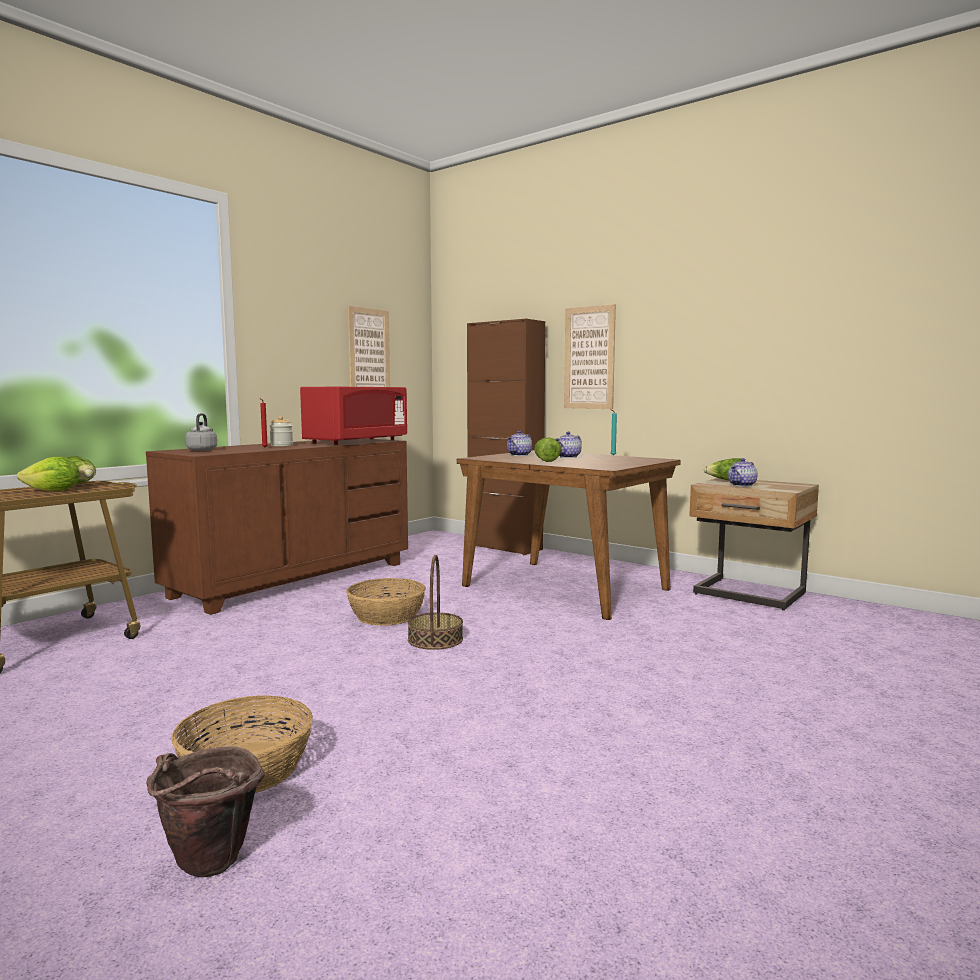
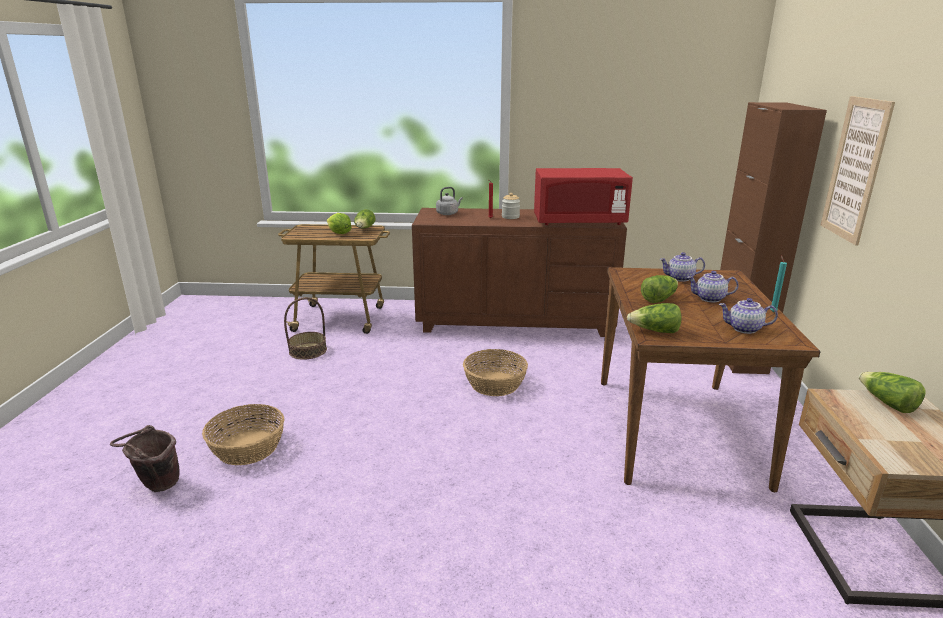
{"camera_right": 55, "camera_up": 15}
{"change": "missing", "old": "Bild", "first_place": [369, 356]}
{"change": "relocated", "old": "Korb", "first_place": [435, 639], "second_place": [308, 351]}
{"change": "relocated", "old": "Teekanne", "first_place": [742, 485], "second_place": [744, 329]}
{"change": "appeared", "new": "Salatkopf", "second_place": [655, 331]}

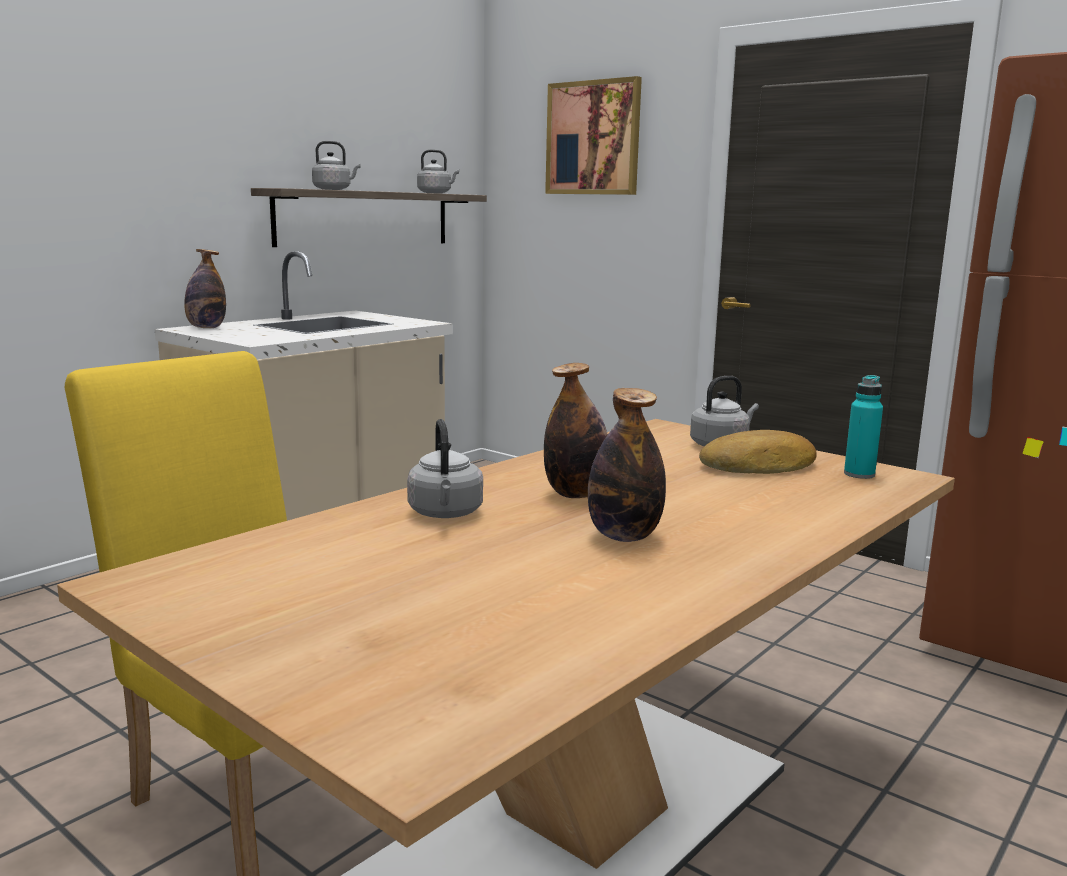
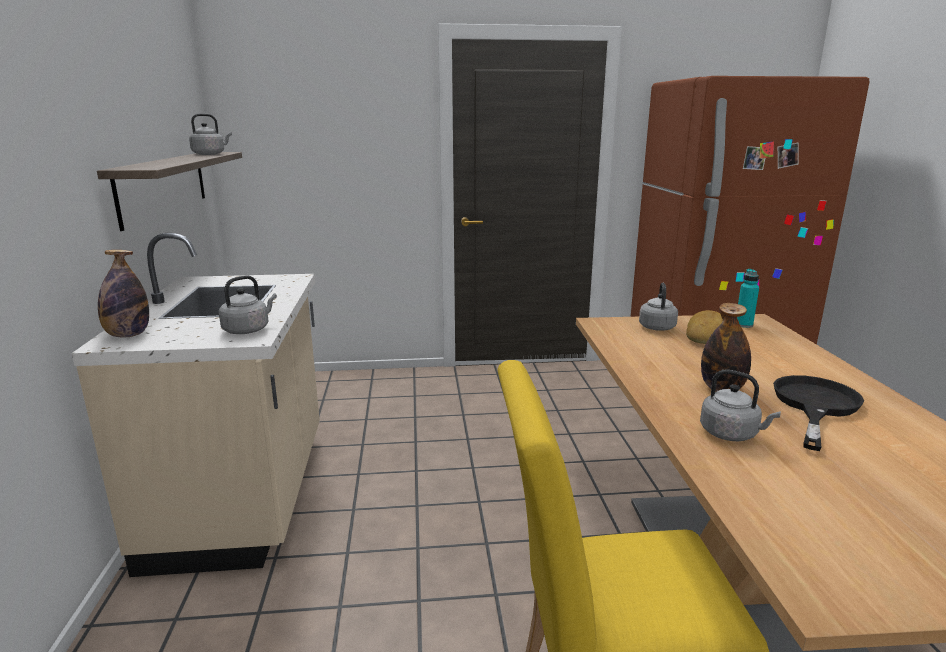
{"camera_right": -45, "camera_up": 5}
{"change": "relocated", "old": "Wasserkessel/grau", "first_place": [334, 189], "second_place": [248, 329]}
{"change": "missing", "old": "Bild", "first_place": [593, 138]}
{"change": "exchanged", "old": "Flasche", "new": "Pfanne/schwarz", "first_place": [624, 536], "second_place": [814, 406]}

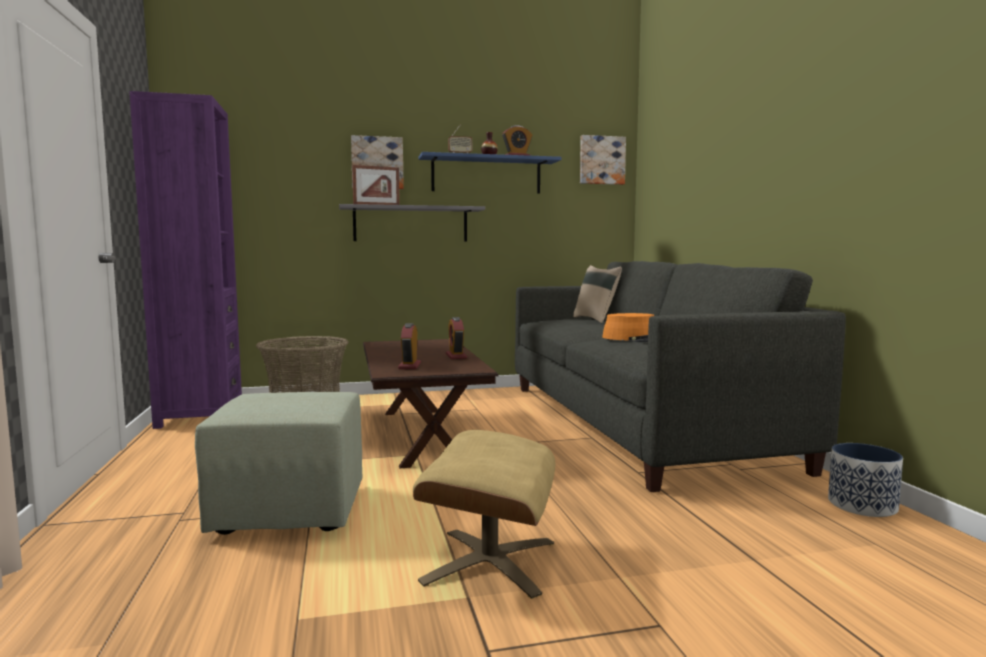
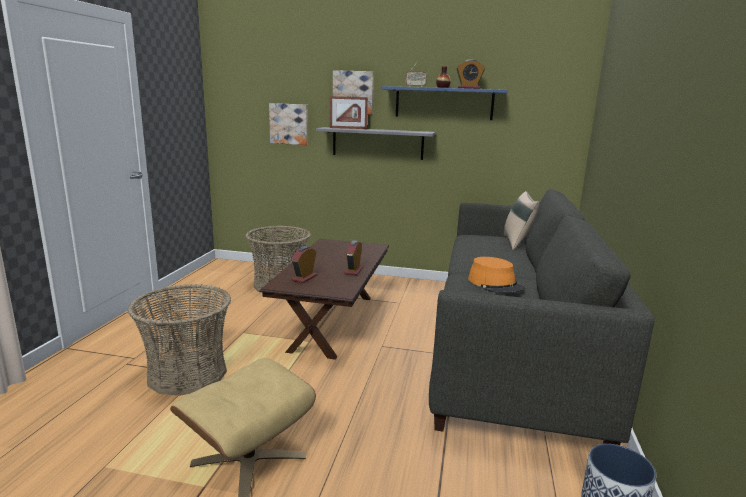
{"camera_right": 25, "camera_up": 10}
{"change": "missing", "old": "Bücherregal/lila", "first_place": [200, 415]}
{"change": "exchanged", "old": "Polsterhocker/grün", "new": "Korb", "first_place": [292, 510], "second_place": [187, 373]}
{"change": "relocated", "old": "Bild", "first_place": [601, 160], "second_place": [289, 124]}

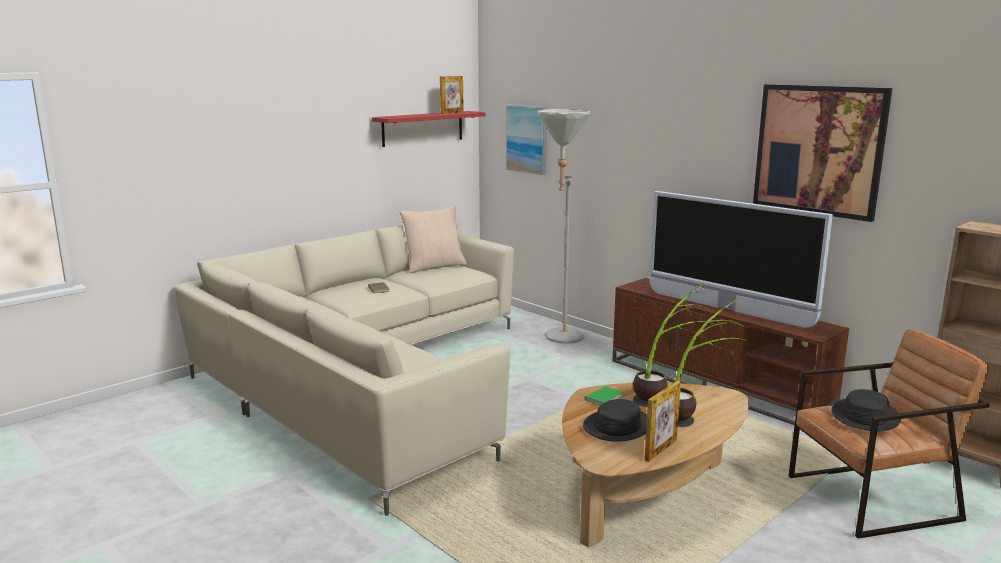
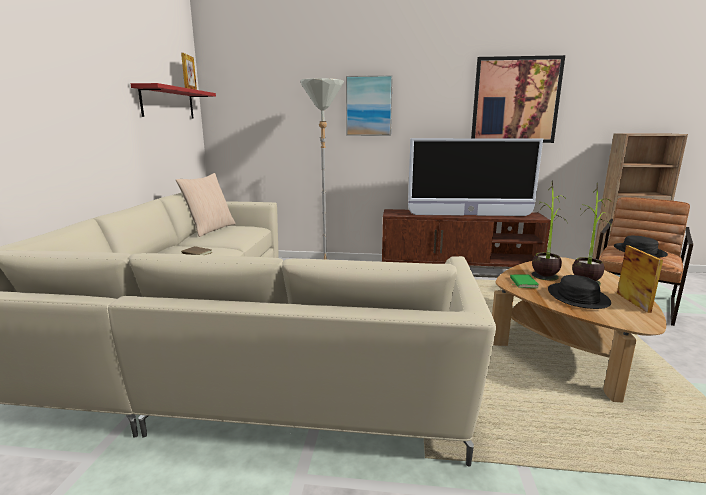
{"camera_right": -40, "camera_up": 0}
{"change": "relocated", "old": "Bild", "first_place": [527, 138], "second_place": [369, 106]}

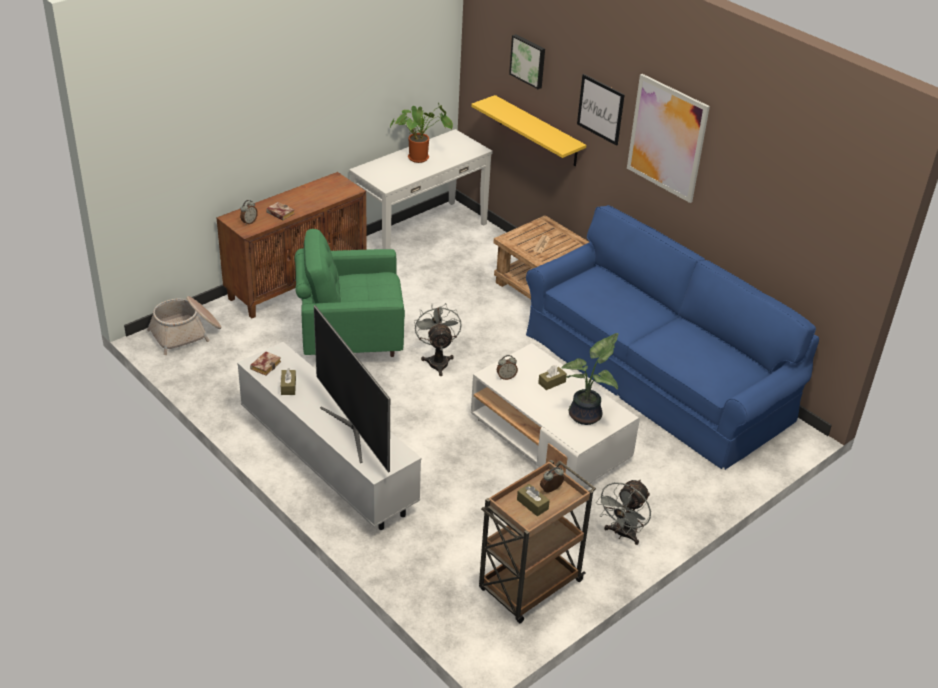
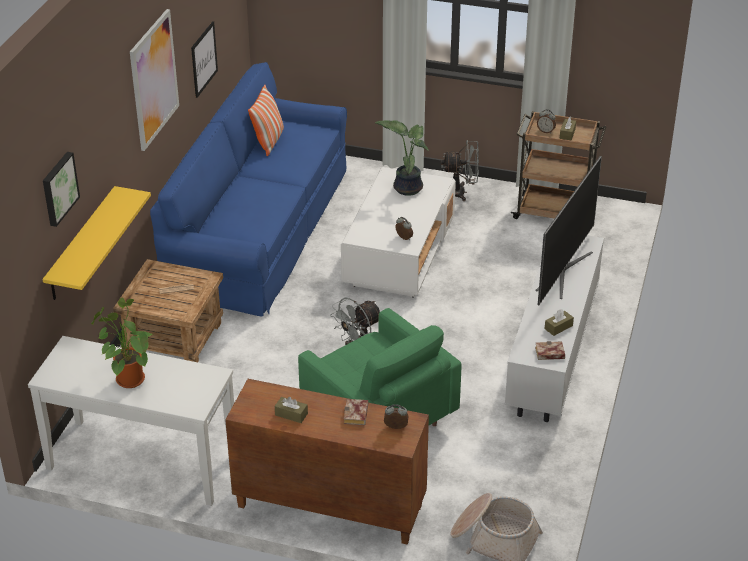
{"camera_right": -120, "camera_up": 0}
{"change": "relocated", "old": "Taschentuchbox/braun", "first_place": [552, 382], "second_place": [291, 414]}
{"change": "relocated", "old": "Bild", "first_place": [600, 109], "second_place": [204, 59]}
{"change": "appeared", "new": "Kissen", "second_place": [269, 141]}

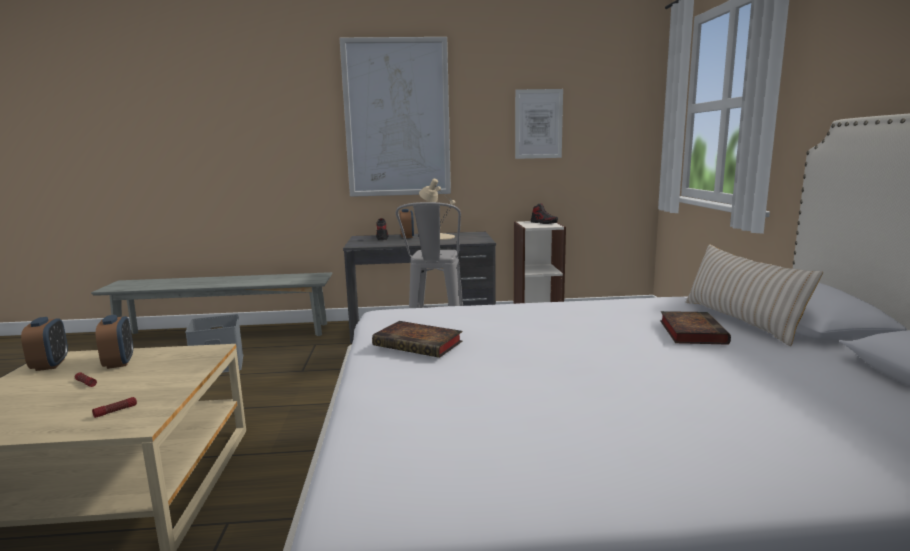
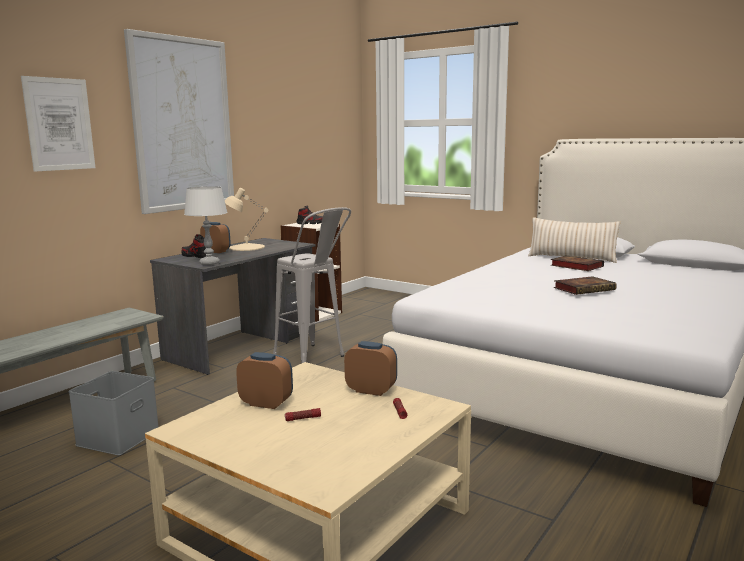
{"camera_right": -50, "camera_up": 0}
{"change": "relocated", "old": "Wecker", "first_place": [50, 365], "second_place": [371, 390]}
{"change": "relocated", "old": "Buch", "first_place": [420, 344], "second_place": [585, 289]}
{"change": "relocated", "old": "Bild", "first_place": [538, 124], "second_place": [59, 124]}
{"change": "appeared", "new": "Tischlampe/grau", "second_place": [209, 263]}

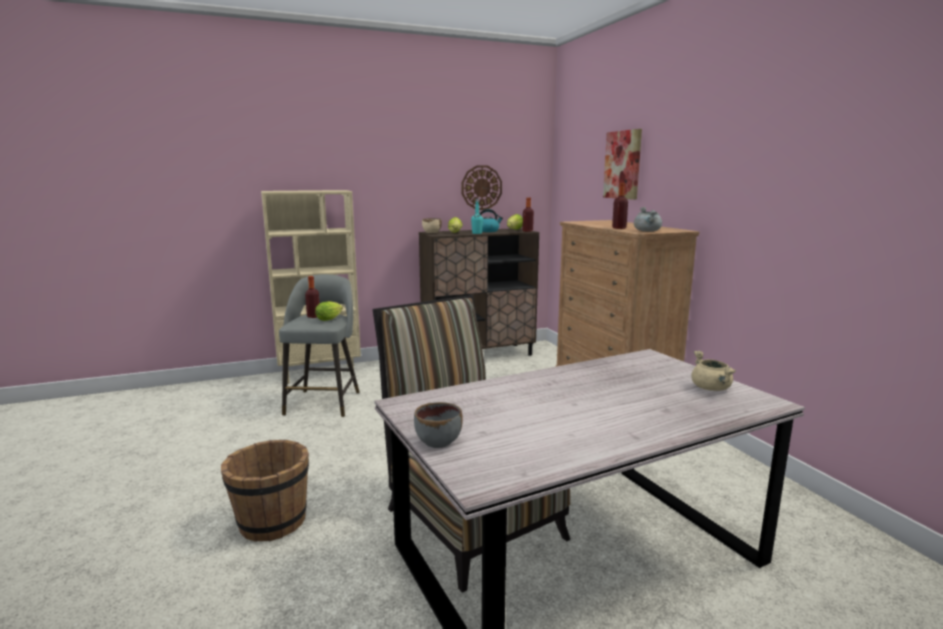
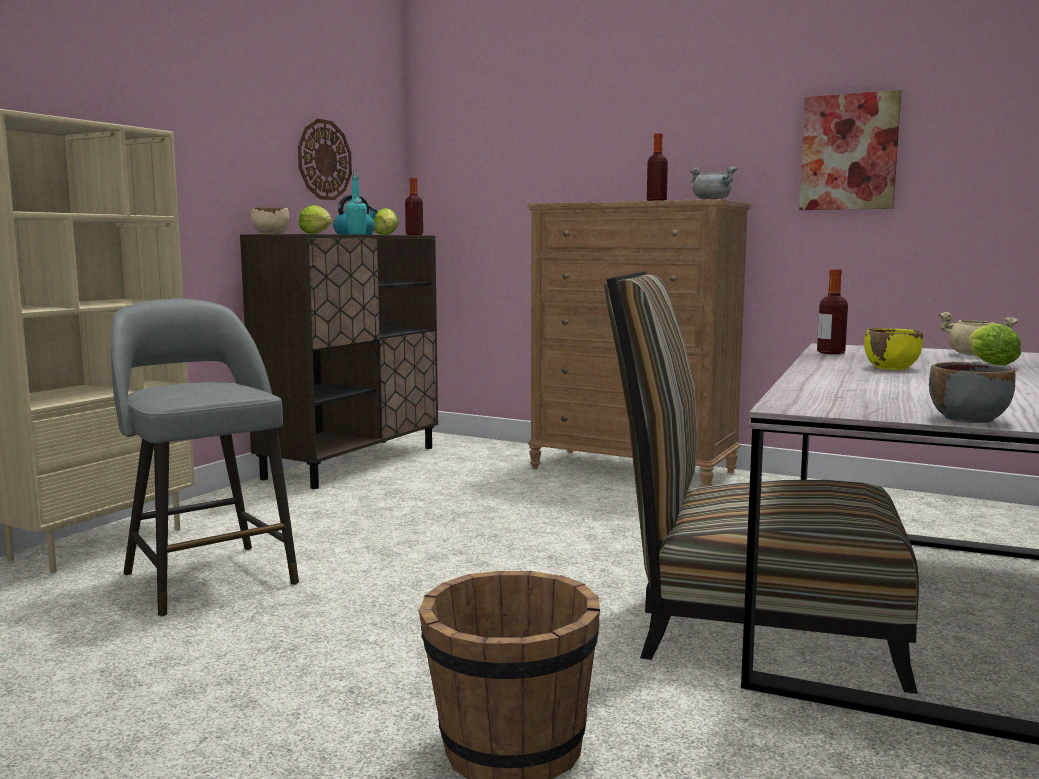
{"camera_right": -40, "camera_up": -5}
{"change": "relocated", "old": "Flasche", "first_place": [313, 316], "second_place": [830, 353]}
{"change": "relocated", "old": "Salatkopf", "first_place": [330, 319], "second_place": [988, 364]}
{"change": "relocated", "old": "Bild", "first_place": [622, 165], "second_place": [849, 152]}
{"change": "appeared", "new": "Schüssel/gelb", "second_place": [891, 367]}

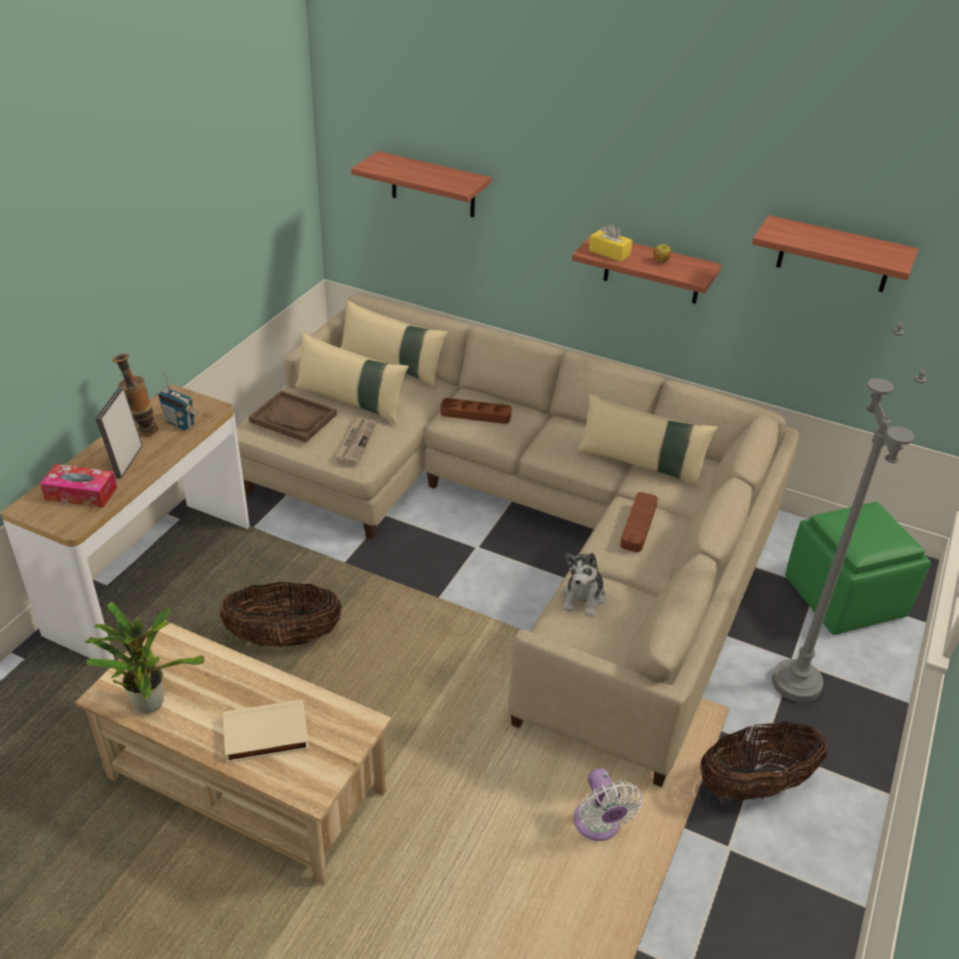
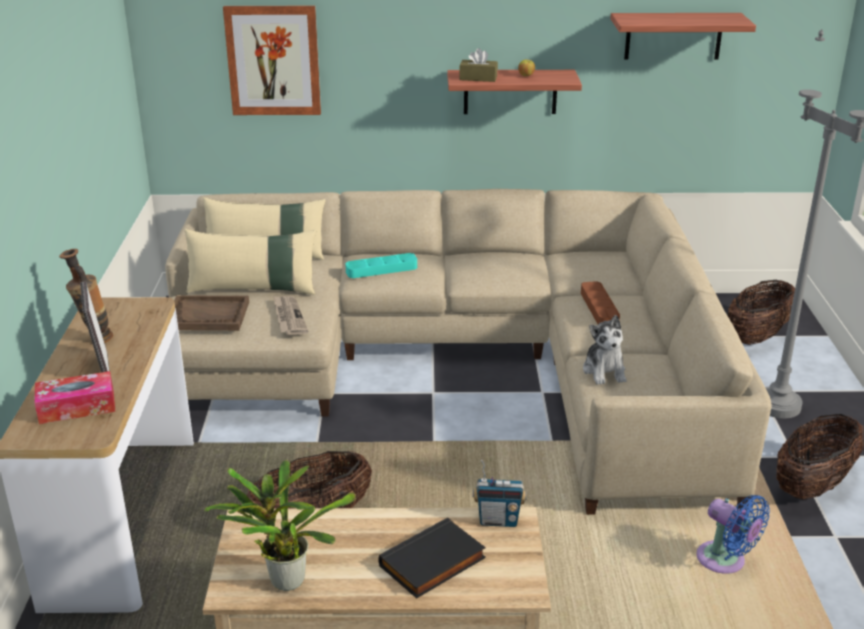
{"camera_right": -25, "camera_up": -10}
{"change": "relocated", "old": "Radio", "first_place": [180, 423], "second_place": [498, 520]}
{"change": "colour", "old": "Buch/beige", "new": "Buch/schwarz", "first_place": [265, 736], "second_place": [433, 563]}
{"change": "exchanged", "old": "Wandregal", "new": "Bild", "first_place": [433, 185], "second_place": [273, 60]}
{"change": "colour", "old": "Tablett/braun", "new": "Tablett/türkis", "first_place": [475, 414], "second_place": [381, 269]}
{"change": "colour", "old": "Ventilator/weiß", "new": "Ventilator/blau", "first_place": [598, 826], "second_place": [725, 561]}
{"change": "missing", "old": "Kissen/beige", "first_place": [641, 464]}
{"change": "colour", "old": "Taschentuchbox/gelb", "new": "Taschentuchbox/braun", "first_place": [609, 252], "second_place": [478, 78]}
{"change": "exchanged", "old": "Polsterhocker/grün", "new": "Korb", "first_place": [844, 596], "second_place": [757, 336]}

